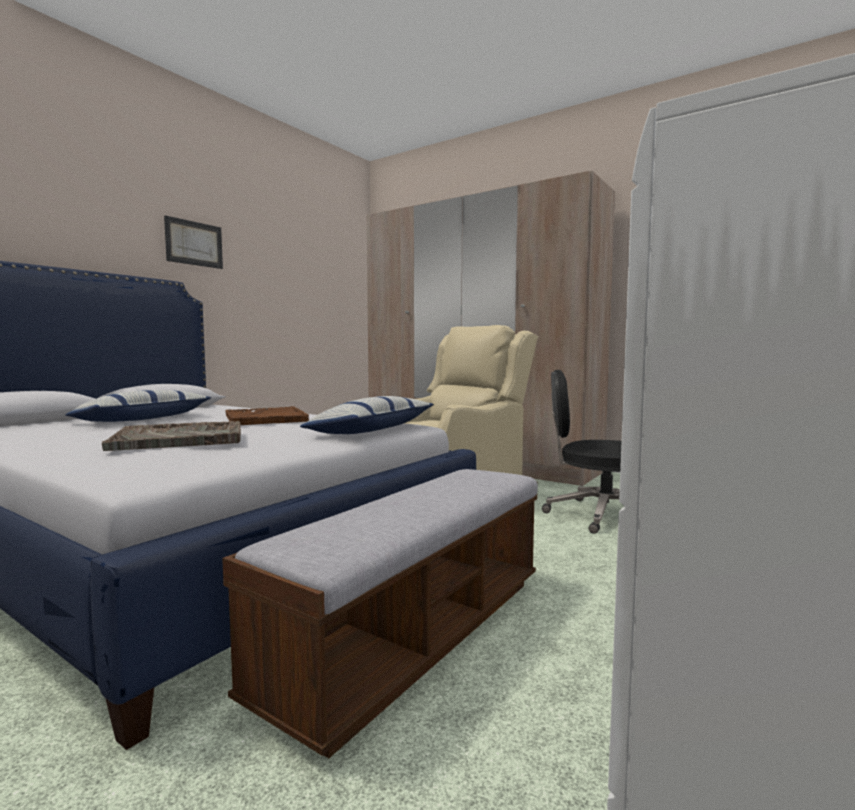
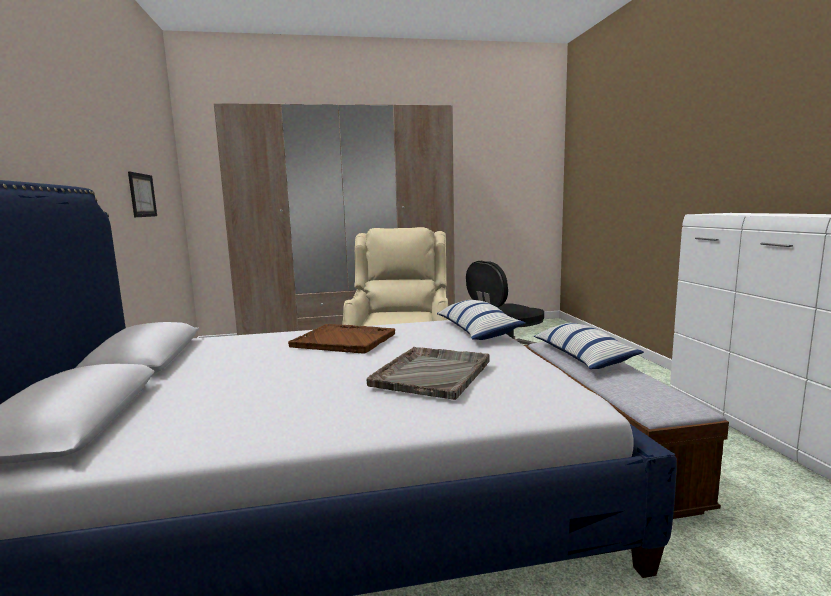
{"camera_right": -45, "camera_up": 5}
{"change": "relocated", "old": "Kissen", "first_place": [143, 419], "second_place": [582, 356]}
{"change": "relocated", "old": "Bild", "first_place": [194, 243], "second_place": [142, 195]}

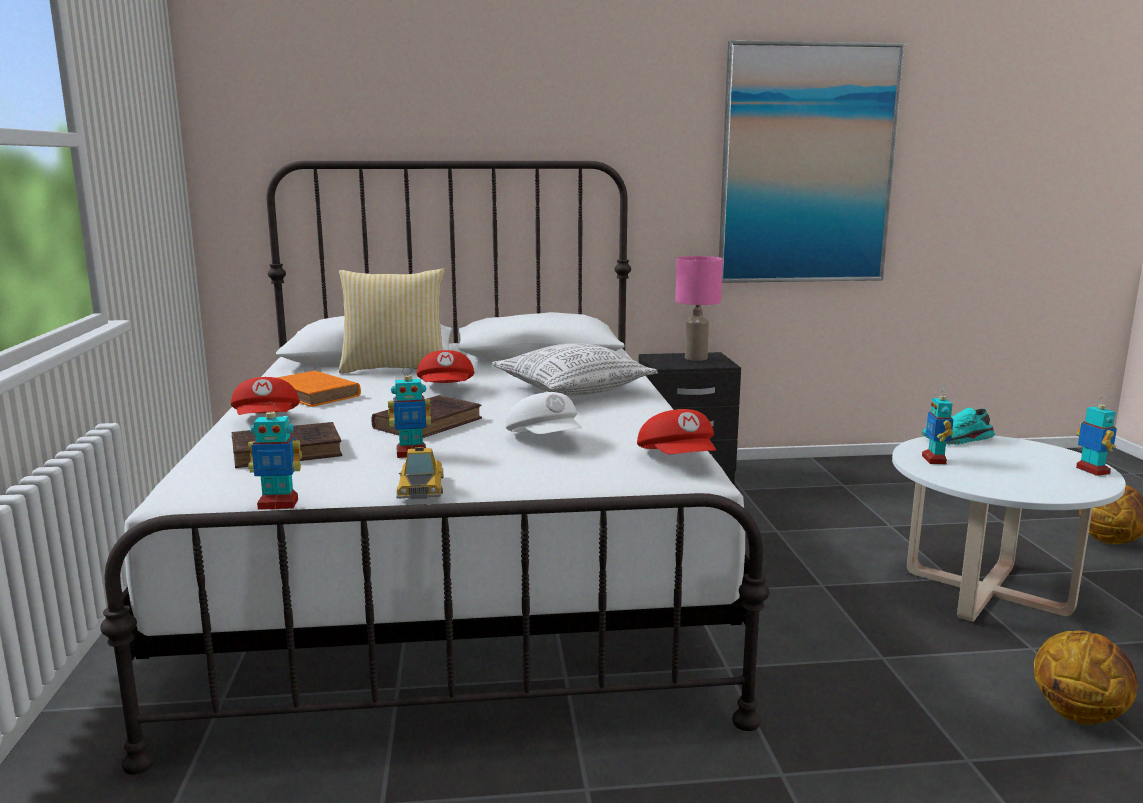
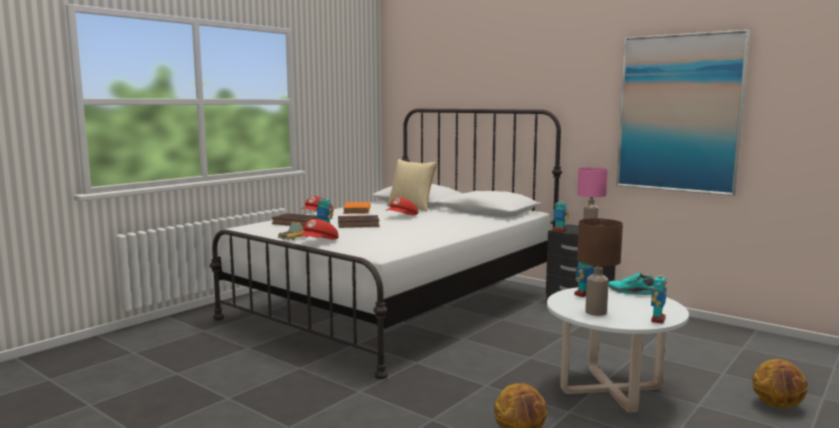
{"camera_right": 45, "camera_up": -5}
{"change": "relocated", "old": "Spielzeugroboter", "first_place": [278, 504], "second_place": [559, 230]}
{"change": "missing", "old": "Kissen", "first_place": [573, 389]}
{"change": "missing", "old": "Kappe/weiß", "first_place": [546, 440]}
{"change": "relocated", "old": "Kappe/rot", "first_place": [678, 460], "second_place": [319, 242]}
{"change": "appeared", "new": "Tischlampe/braun", "second_place": [596, 312]}

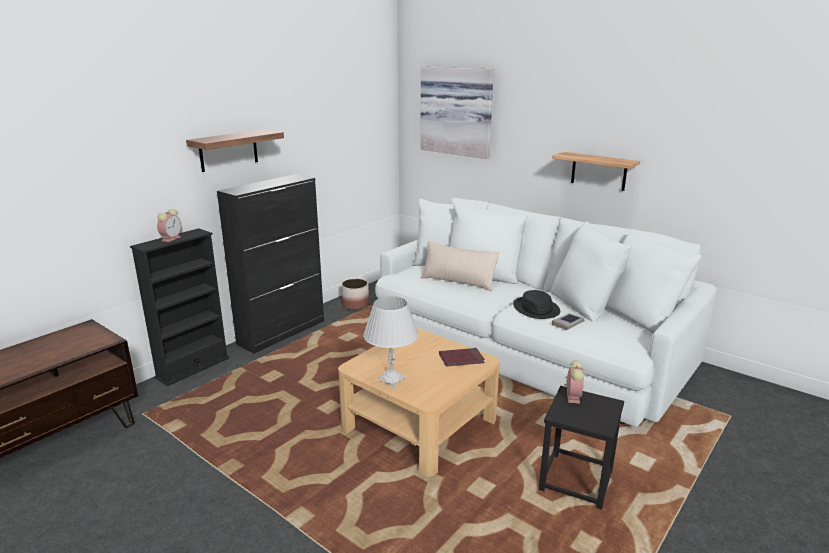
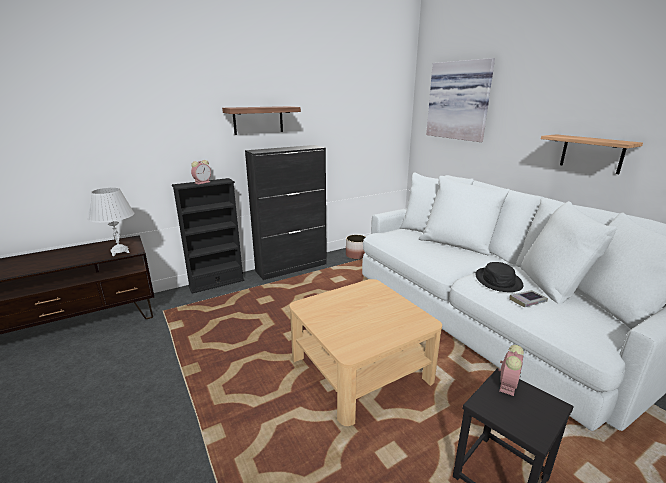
{"camera_right": 20, "camera_up": 0}
{"change": "relocated", "old": "Tischlampe/weiß", "first_place": [391, 380], "second_place": [120, 252]}
{"change": "missing", "old": "Kissen/beige", "first_place": [458, 281]}
{"change": "missing", "old": "Buch/rot", "first_place": [461, 359]}

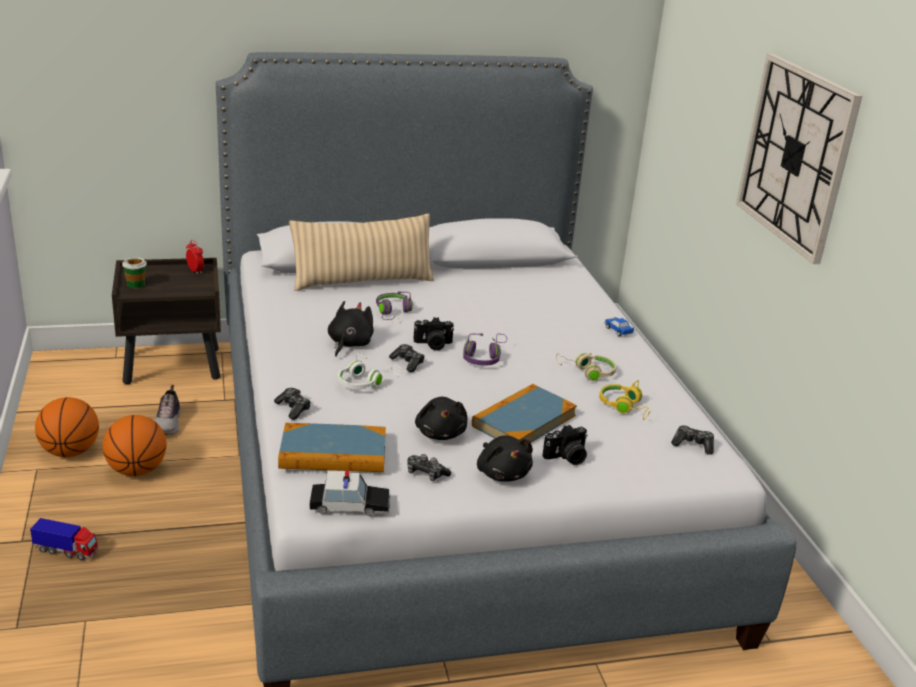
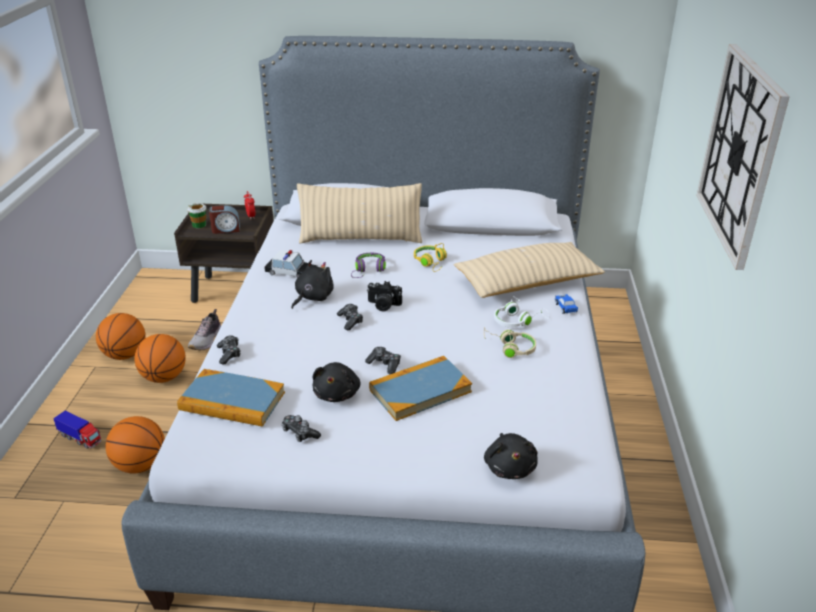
{"camera_right": 20, "camera_up": 5}
{"change": "relocated", "old": "Spielzeugauto", "first_place": [350, 505], "second_place": [292, 273]}
{"change": "relocated", "old": "Kopfhörer/weiß", "first_place": [366, 382], "second_place": [518, 321]}
{"change": "missing", "old": "Kopfhörer/lila", "first_place": [484, 357]}
{"change": "relocated", "old": "Plüschtier/schwarz", "first_place": [502, 473], "second_place": [510, 467]}
{"change": "missing", "old": "Kamera", "first_place": [567, 458]}
{"change": "relocated", "old": "Kopfhörer/gelb", "first_place": [625, 407], "second_place": [431, 263]}
{"change": "relocated", "old": "Gamepad", "first_place": [693, 445], "second_place": [384, 364]}
{"change": "appeared", "new": "Basketball", "second_place": [140, 465]}
{"change": "appeared", "new": "Wecker", "second_place": [226, 229]}
{"change": "appeared", "new": "Kissen/beige", "second_place": [527, 282]}

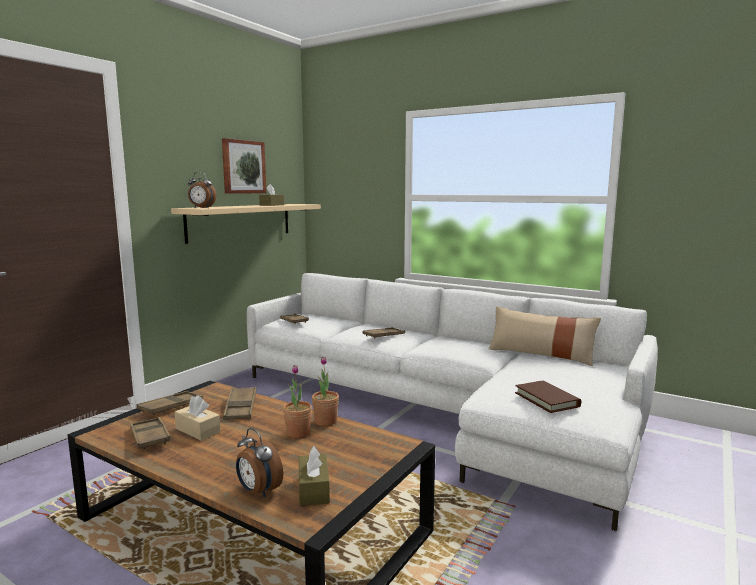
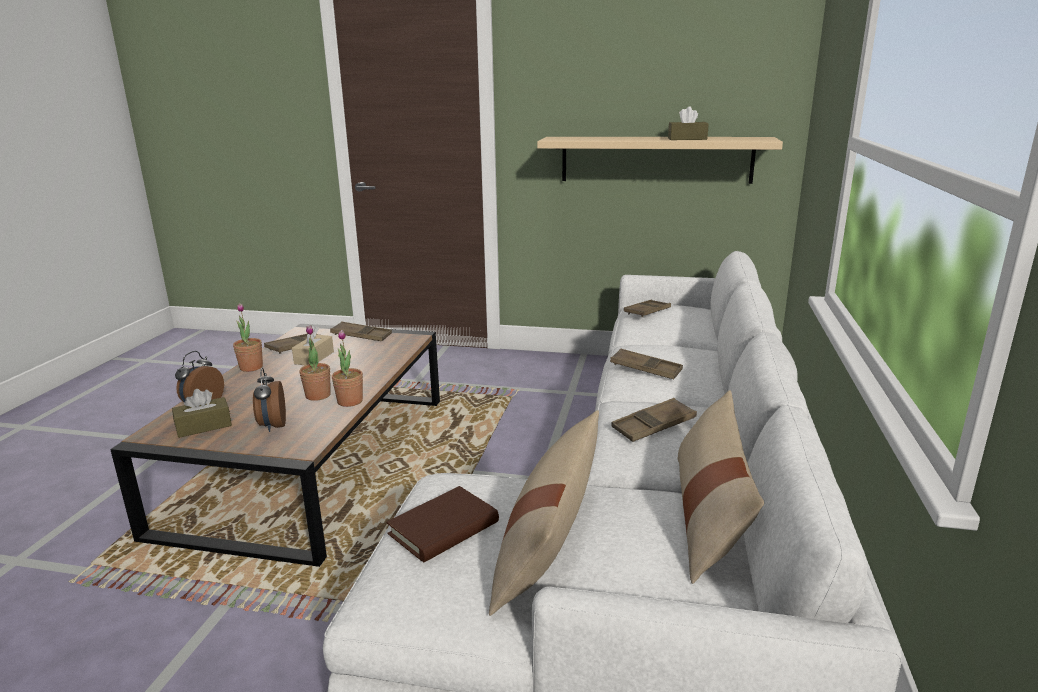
{"camera_right": 70, "camera_up": 10}
{"change": "relocated", "old": "Wecker", "first_place": [201, 208], "second_place": [272, 426]}
{"change": "missing", "old": "Bild", "first_place": [243, 167]}
{"change": "relocated", "old": "Tablett/braun", "first_place": [241, 407], "second_place": [653, 425]}
{"change": "appeared", "new": "Topfpflanze", "second_place": [251, 367]}
{"change": "appeared", "new": "Kissen/beige", "second_place": [549, 541]}

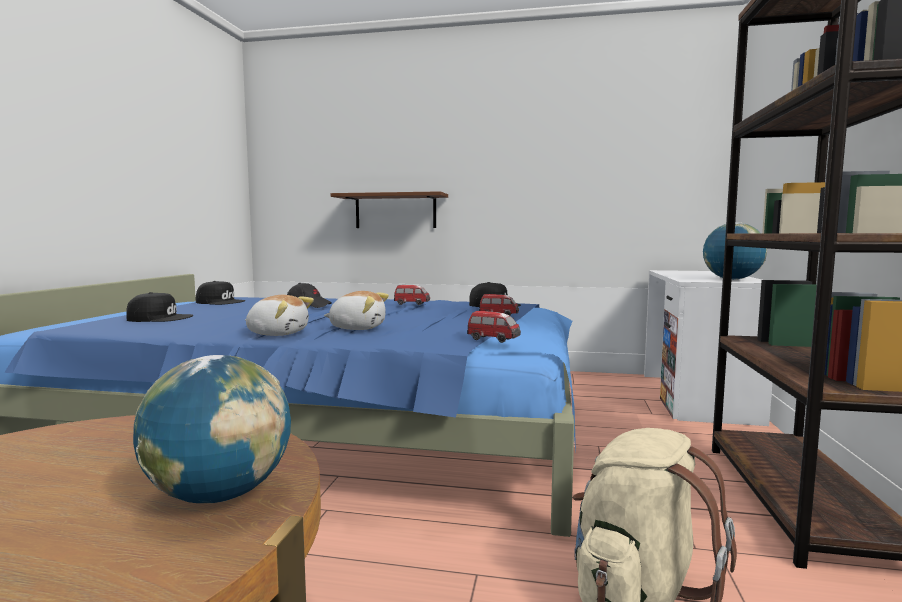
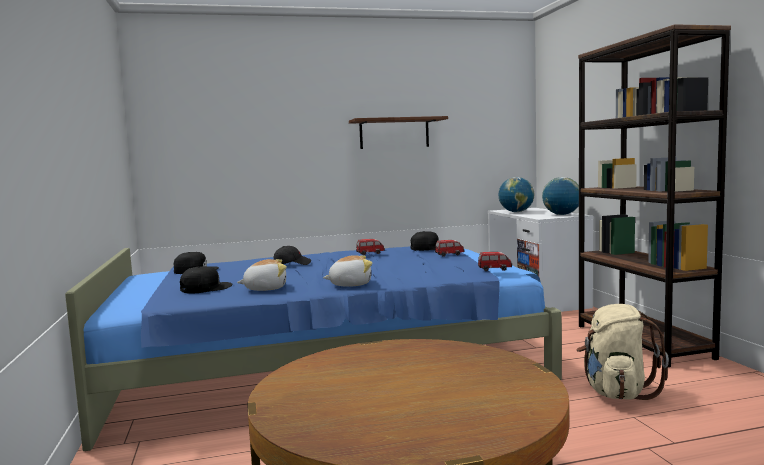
{"camera_right": -25, "camera_up": 0}
{"change": "relocated", "old": "Globus", "first_place": [220, 495], "second_place": [516, 212]}
{"change": "relocated", "old": "Plüschtier", "first_place": [358, 328], "second_place": [265, 288]}
{"change": "relocated", "old": "Wandregal/braun", "first_place": [395, 211], "second_place": [394, 133]}

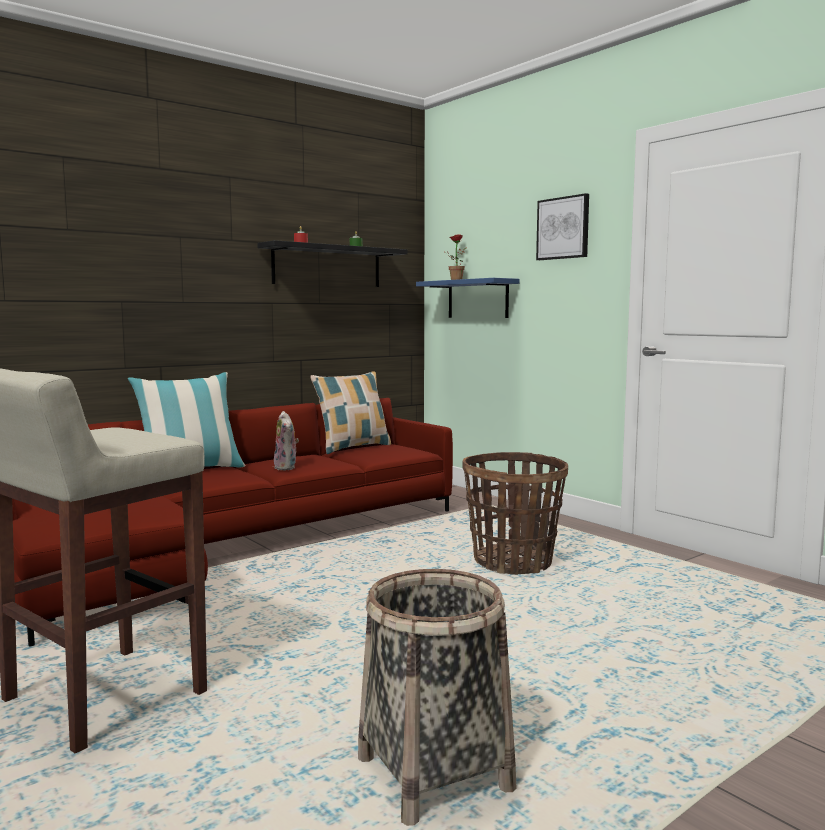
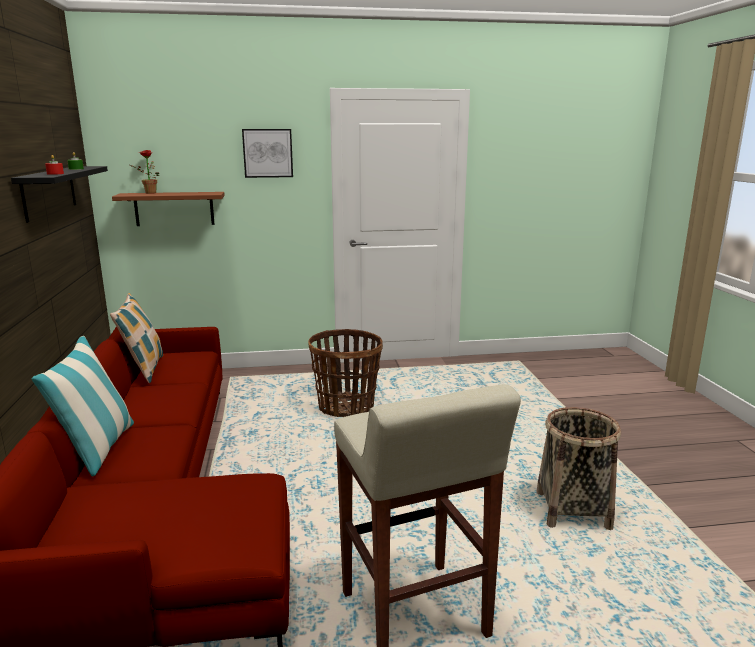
{"camera_right": -60, "camera_up": 10}
{"change": "missing", "old": "Plüschtier", "first_place": [287, 467]}
{"change": "colour", "old": "Wandregal/blau", "new": "Wandregal/braun", "first_place": [477, 299], "second_place": [174, 209]}

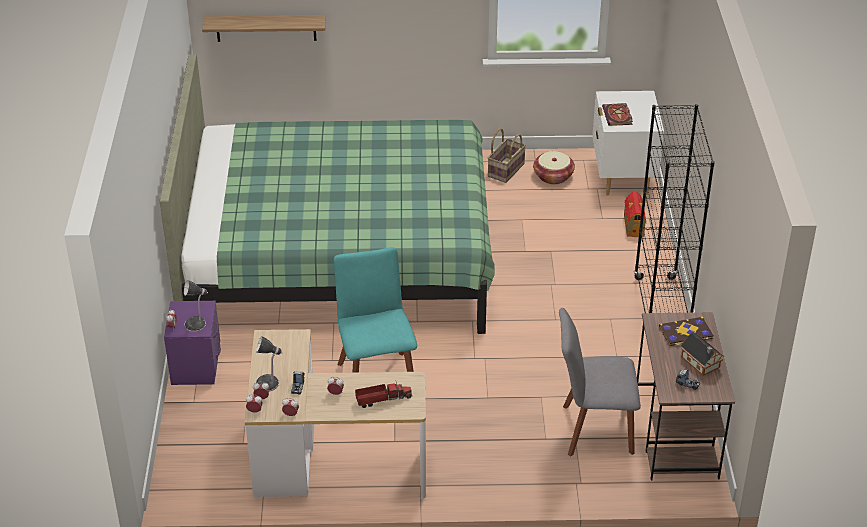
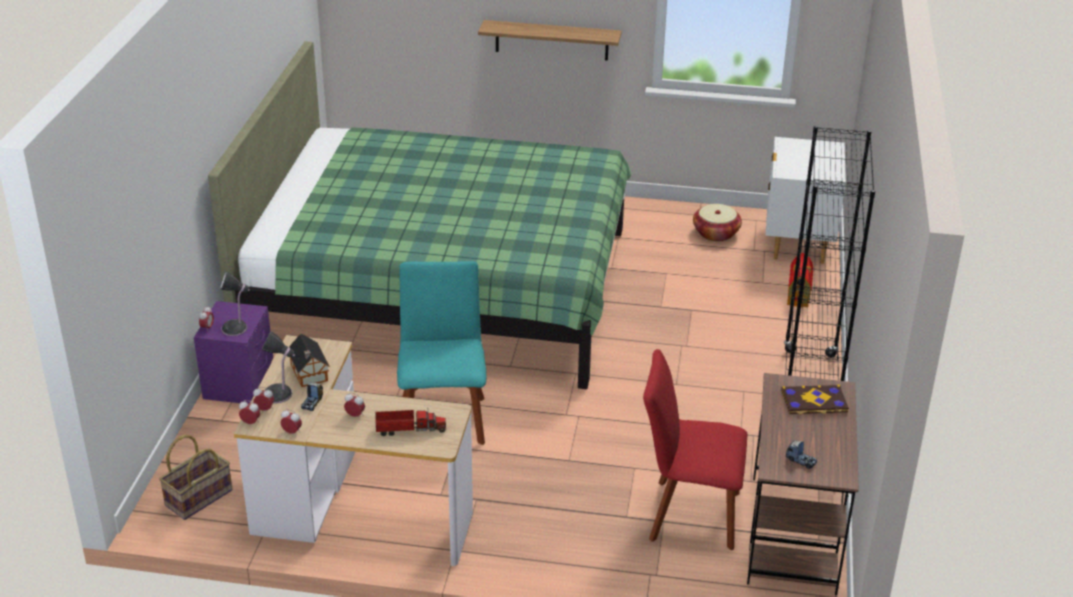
{"camera_right": 10, "camera_up": -5}
{"change": "relocated", "old": "Wandregal", "first_place": [266, 28], "second_place": [551, 40]}
{"change": "relocated", "old": "Korb", "first_place": [505, 170], "second_place": [198, 497]}
{"change": "colour", "old": "Stuhl/grau", "new": "Stuhl/rot", "first_place": [593, 430], "second_place": [688, 514]}
{"change": "missing", "old": "Buch", "first_place": [618, 116]}
{"change": "relocated", "old": "Spielzeughaus", "first_place": [701, 363], "second_place": [309, 373]}

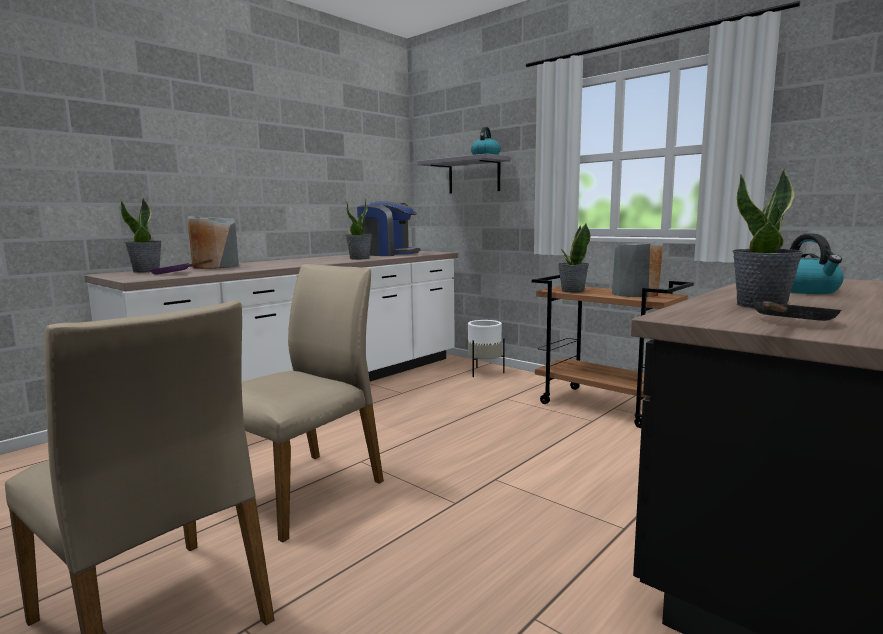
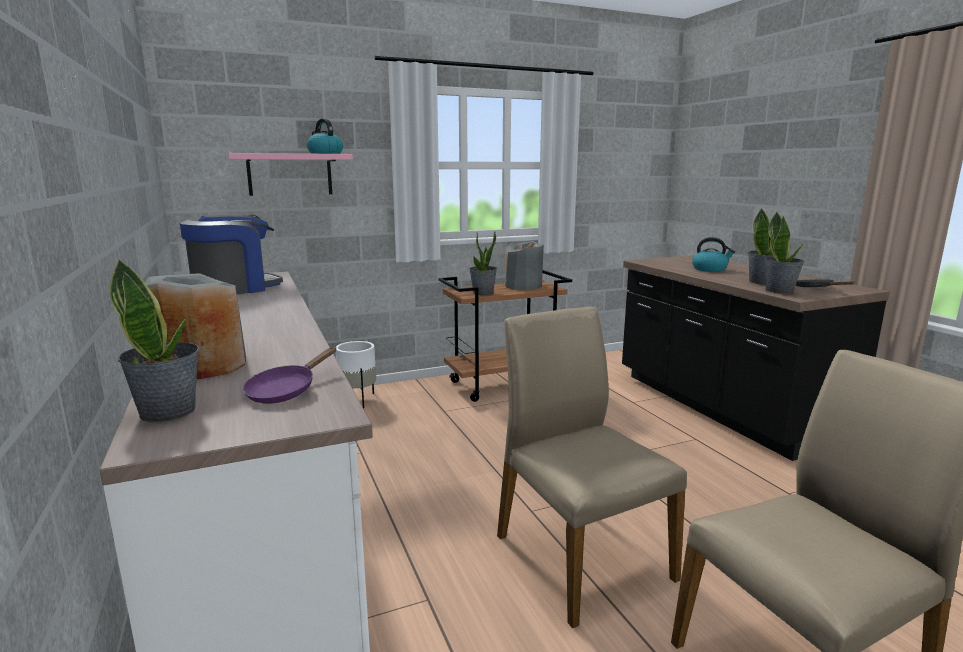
{"camera_right": -65, "camera_up": 5}
{"change": "relocated", "old": "Topfpflanze", "first_place": [360, 258], "second_place": [779, 291]}
{"change": "colour", "old": "Wandregal/grau", "new": "Wandregal/rosa", "first_place": [474, 176], "second_place": [290, 174]}

